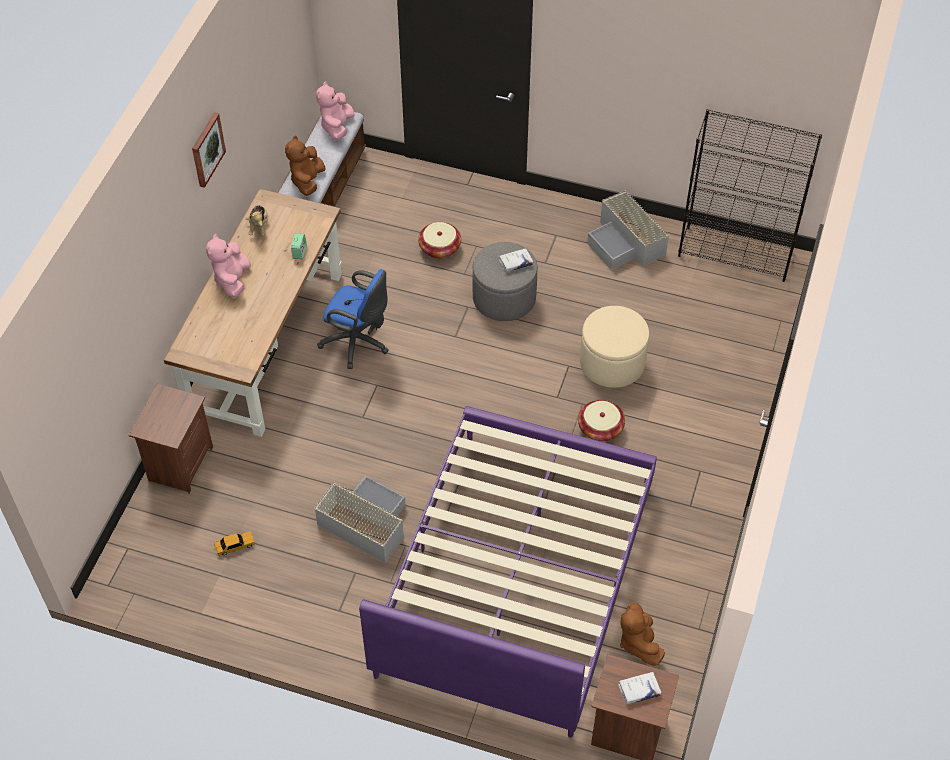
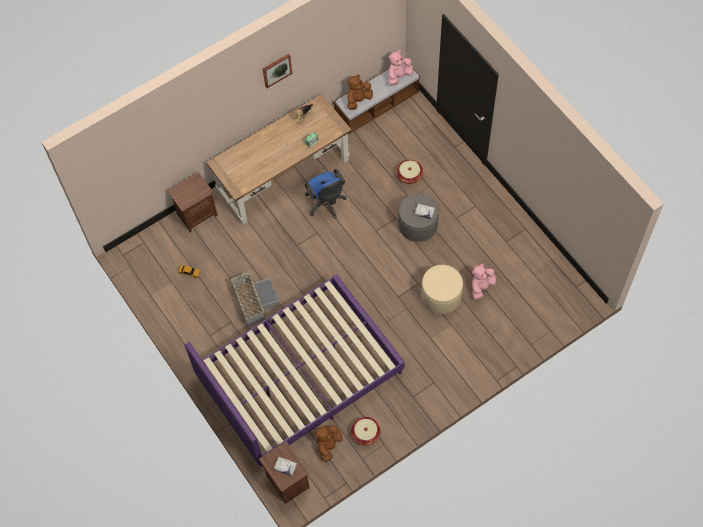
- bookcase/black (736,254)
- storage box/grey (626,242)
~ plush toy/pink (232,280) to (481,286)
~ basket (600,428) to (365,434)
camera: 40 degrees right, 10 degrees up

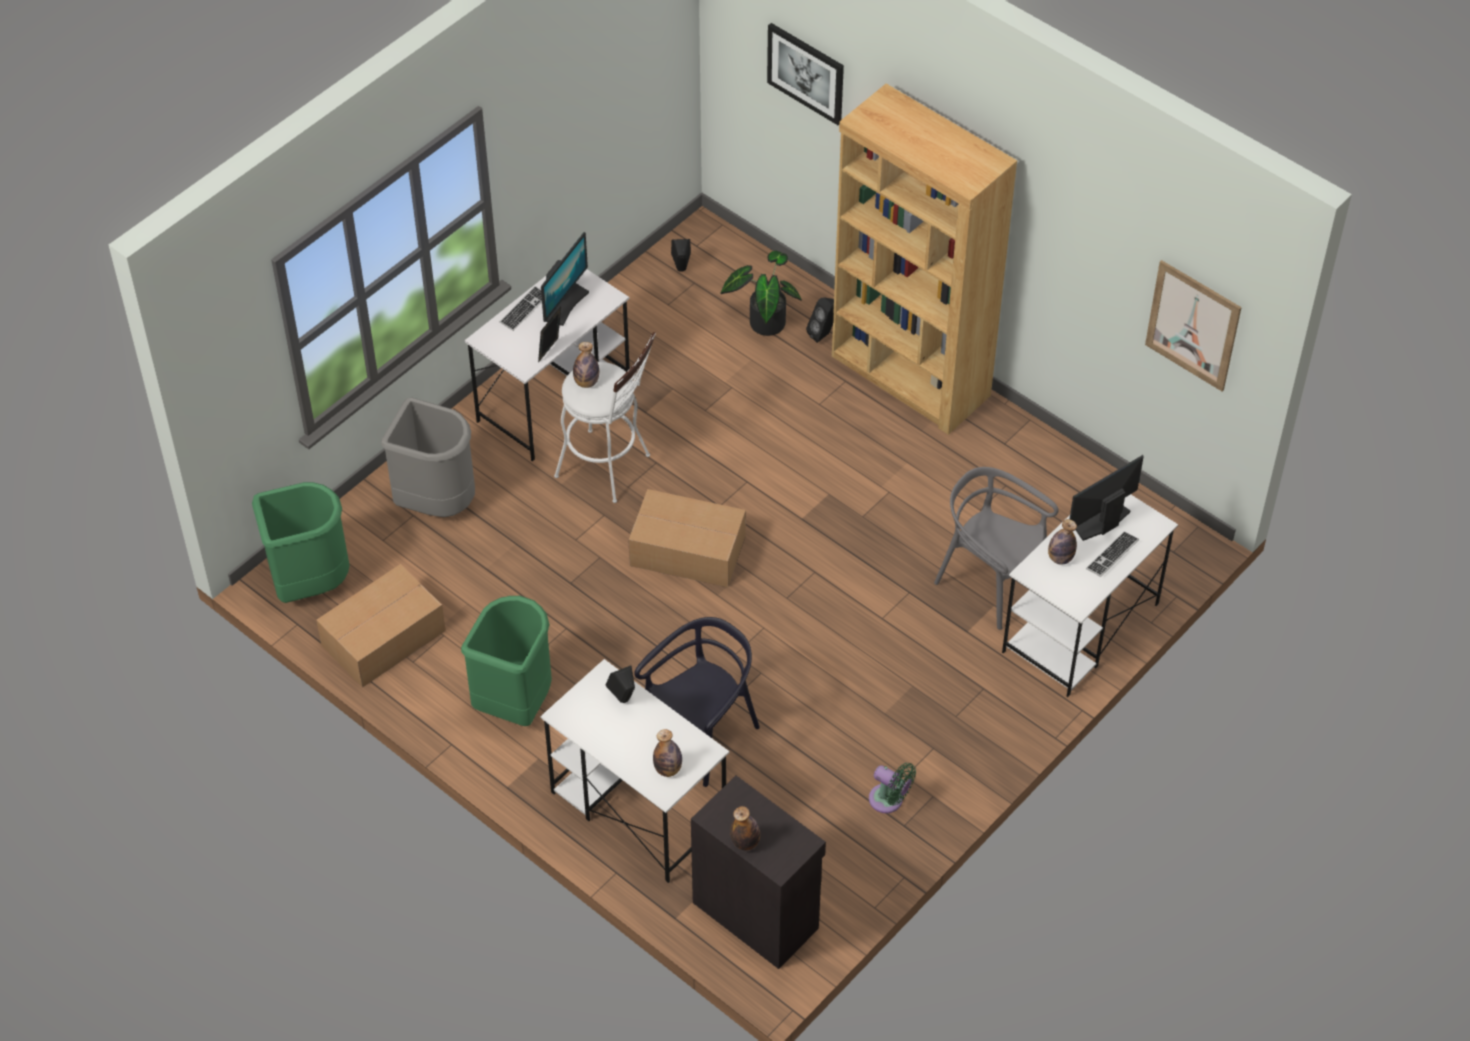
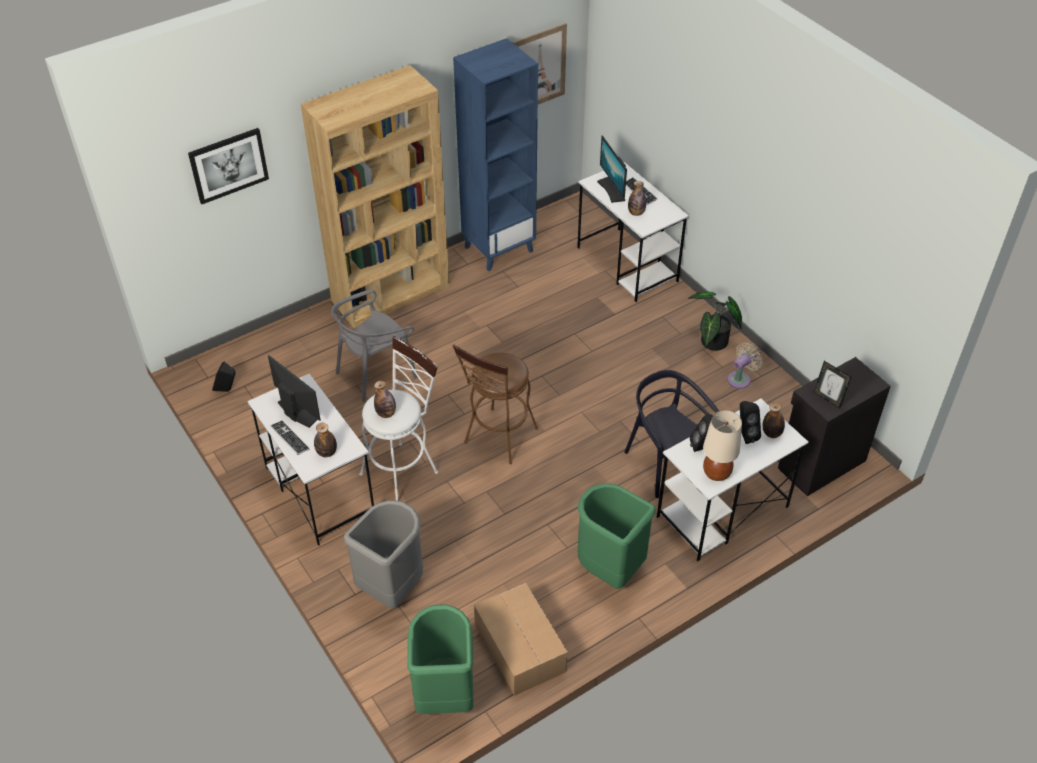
~ potted plant (764,321) to (711,343)
~ speaker/black (824,334) to (745,434)
~ picture frame (550,351) to (828,399)
~ chair/grey (990,582) to (376,373)
~ cardboard box (686,550) to stool/brown (498,440)
~ fan/green (889,801) to fan/beige (740,379)
~ bottle (745,842) to (327,452)
+ bookcase/blue (499,248)
+ table lamp/beige (716,473)
camera: 75 degrees left, 5 degrees down

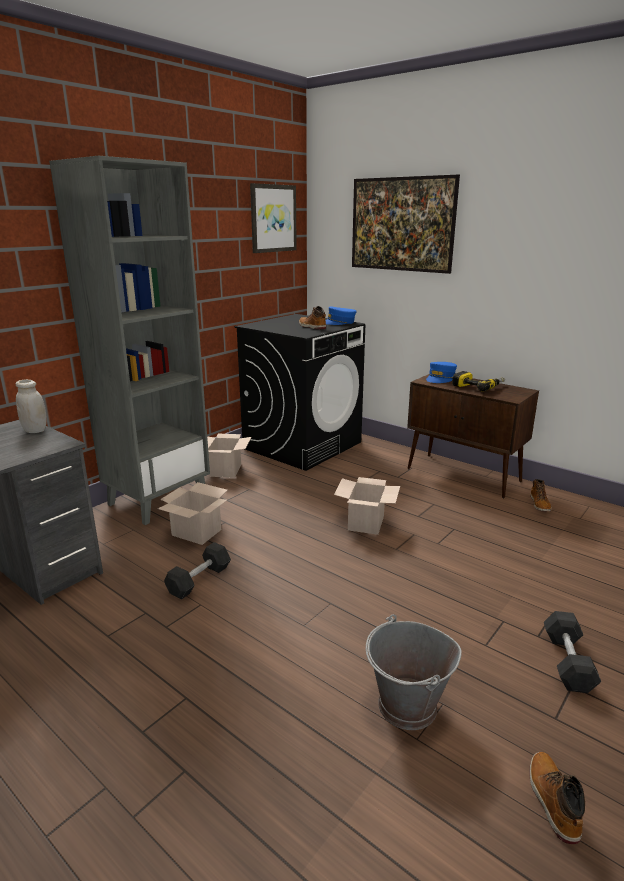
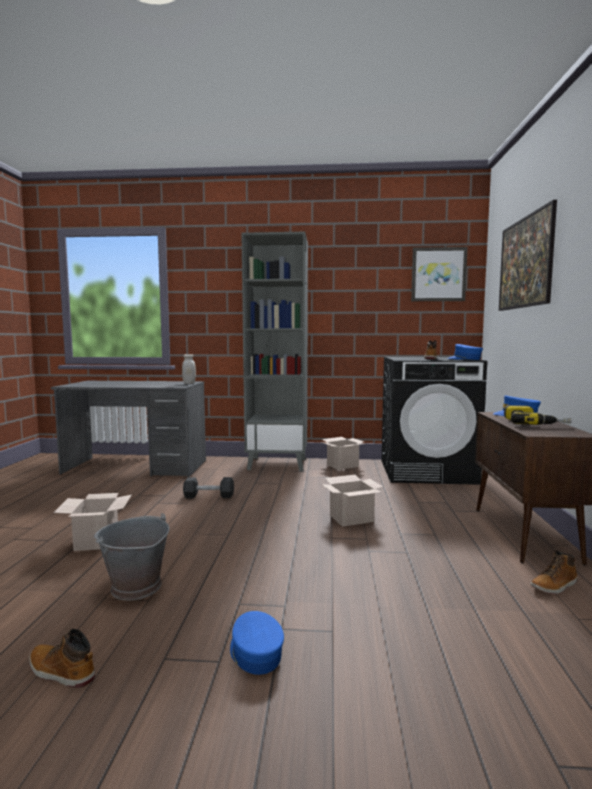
~ cardboard box (195,532) to (96,540)
~ dumbbell/black (567,662) to cap/blue (255,653)
~ boot (552,800) = (61,672) 120 degrees counterclockwise
camera: 55 degrees right, 15 degrees down

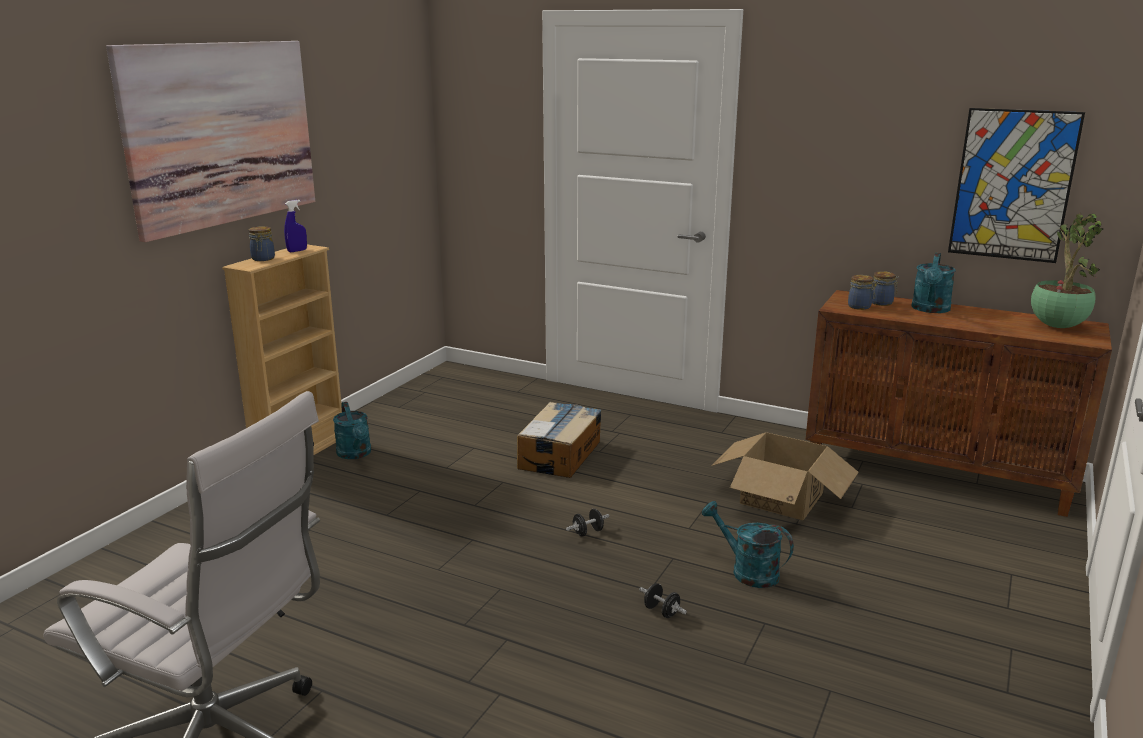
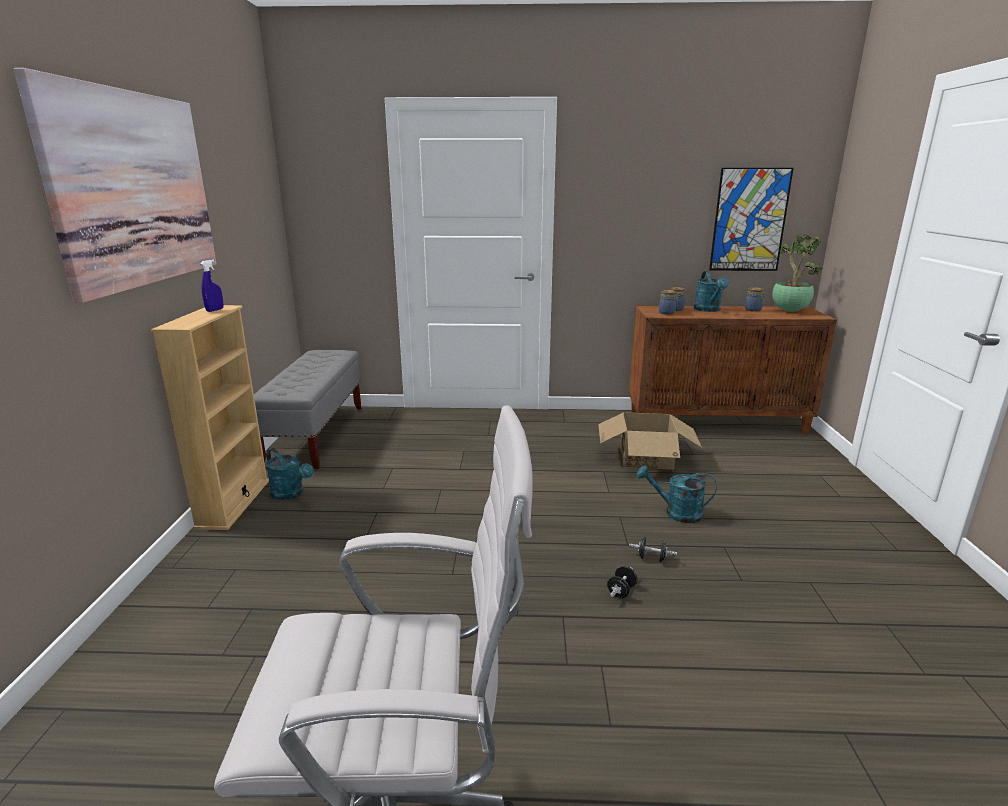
~ jar (263,259) to (753,310)
- cardboard box (560,454)
~ dumbbell/black (588,532) to (621,591)
+ bench/grey (315,435)
camera: 25 degrees left, 0 degrees up

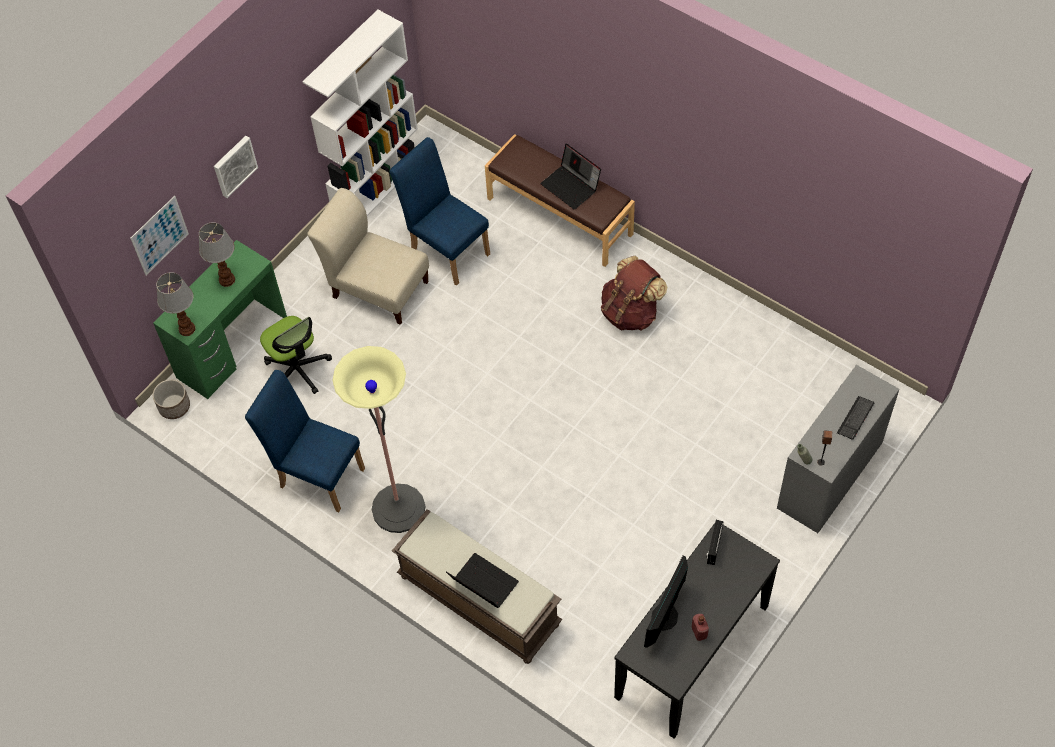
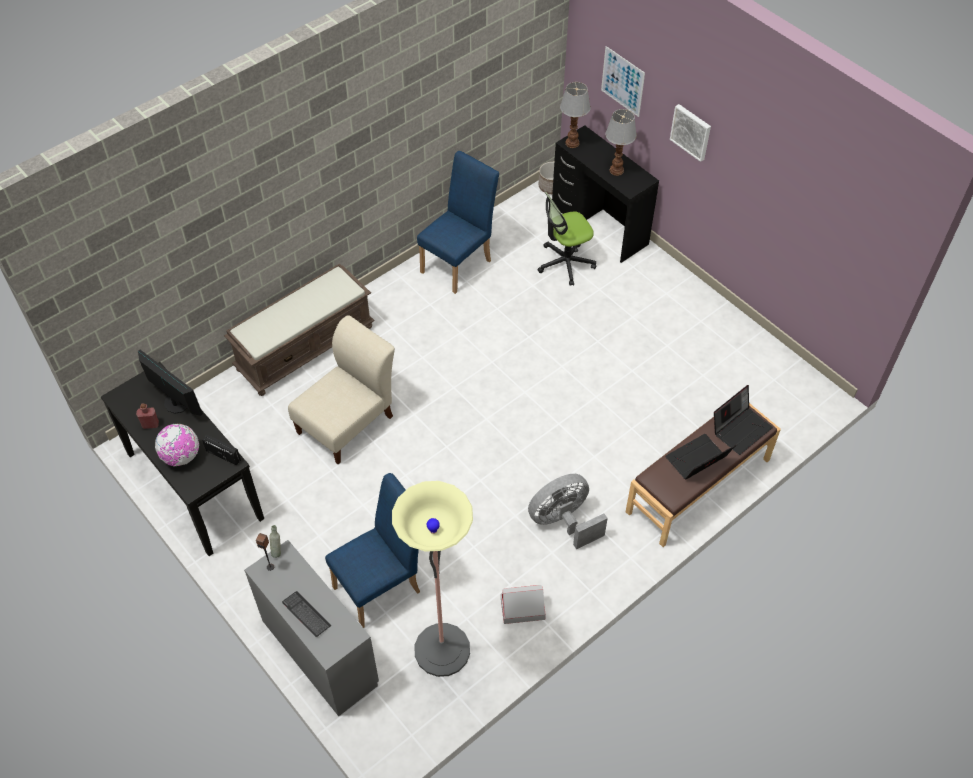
- bookcase/white (377,186)
~ chair/blue (446,249) to (382,586)
~ chair/beige (377,287) to (348,422)
~ desk/green (232,347) to desk/black (600,225)
~ backpack/brown (630,312) to fan/grey (563,521)
~ floor lamp (398,508) to (442,650)
~ laptop (482,584) to (740,428)
+ globe (181,456)
+ cardboard box (522,609)
camera: 100 degrees right, 5 degrees down

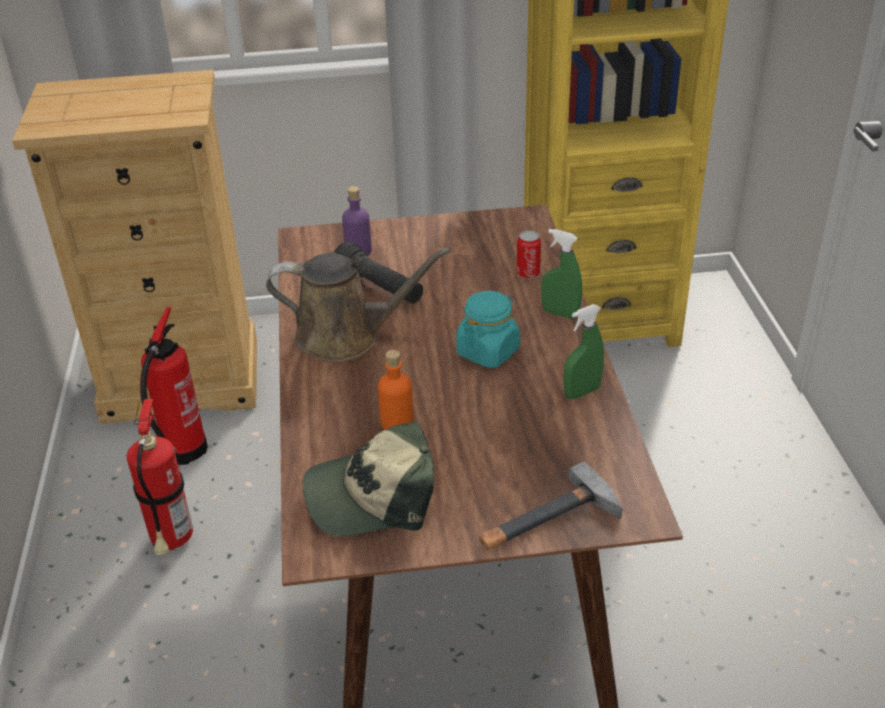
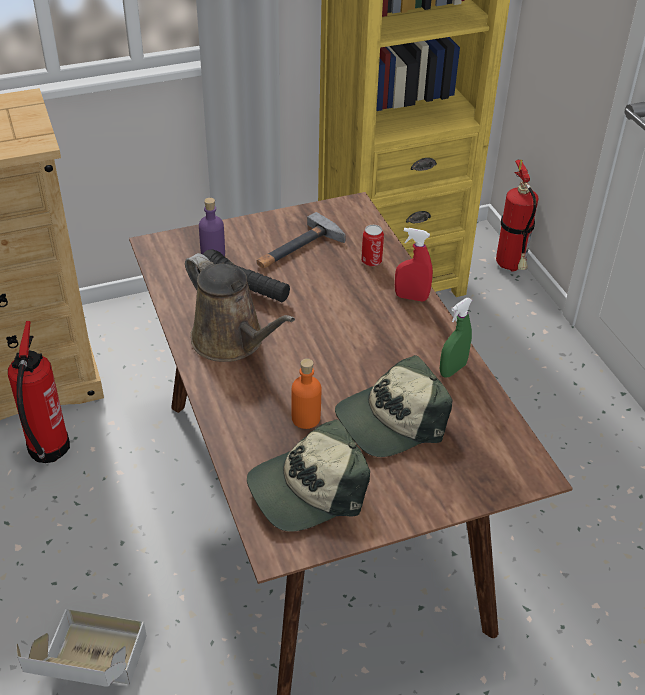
~ spray bottle/green (560,313) to spray bottle/red (411,297)
~ watering can/brown (346,337) = (232,341) 60 degrees clockwise
- jar/turquoise (488,352)
~ fire extinguisher (172,543) to (511,267)
~ hammer (547,521) to (298,249)
+ cap (391,421)
+ cardboard box (91,673)
camera: 15 degrees left, 5 degrees up

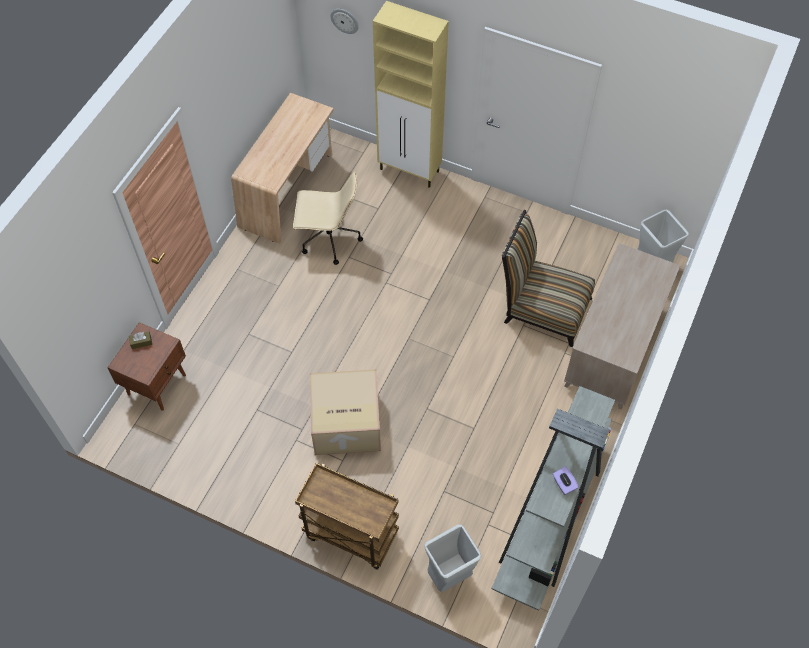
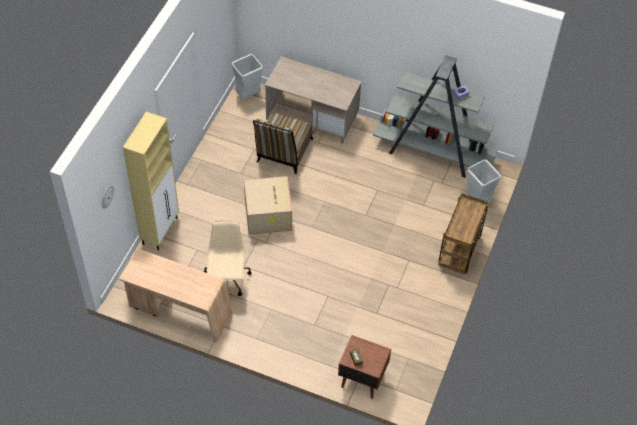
~ cardboard box (345,424) to (269,215)
camera: 95 degrees left, 5 degrees down

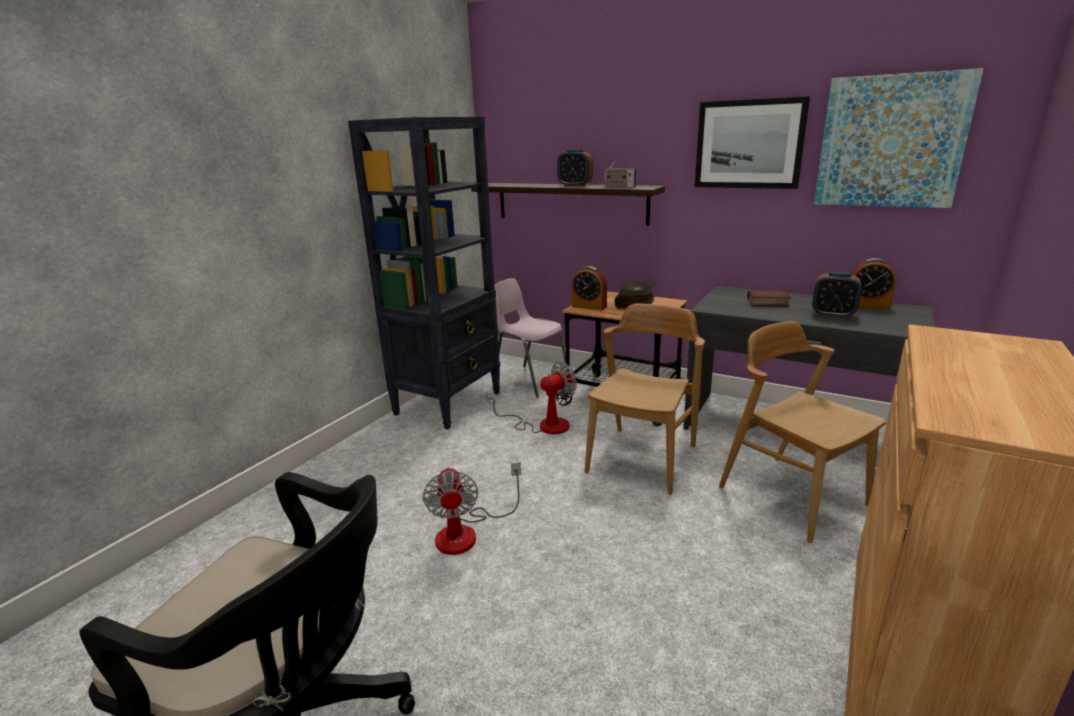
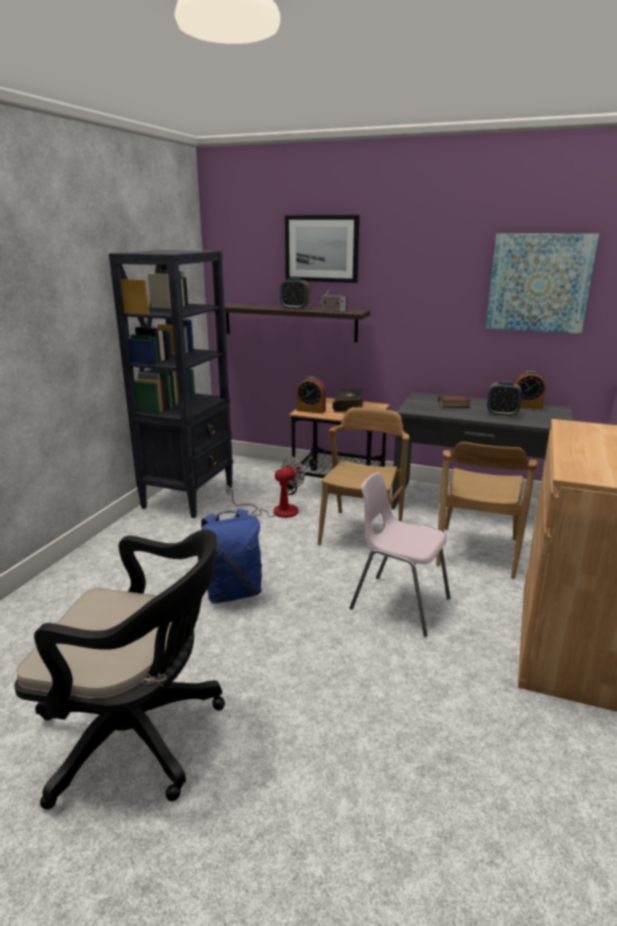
~ picture (749,144) to (321,249)
~ chair/pink (530,380) to (399,603)
~ chair/brown (791,496) = (476,552) 120 degrees counterclockwise
~ fan (467,532) to backpack/blue (233,593)
camera: 10 degrees left, 0 degrees up

